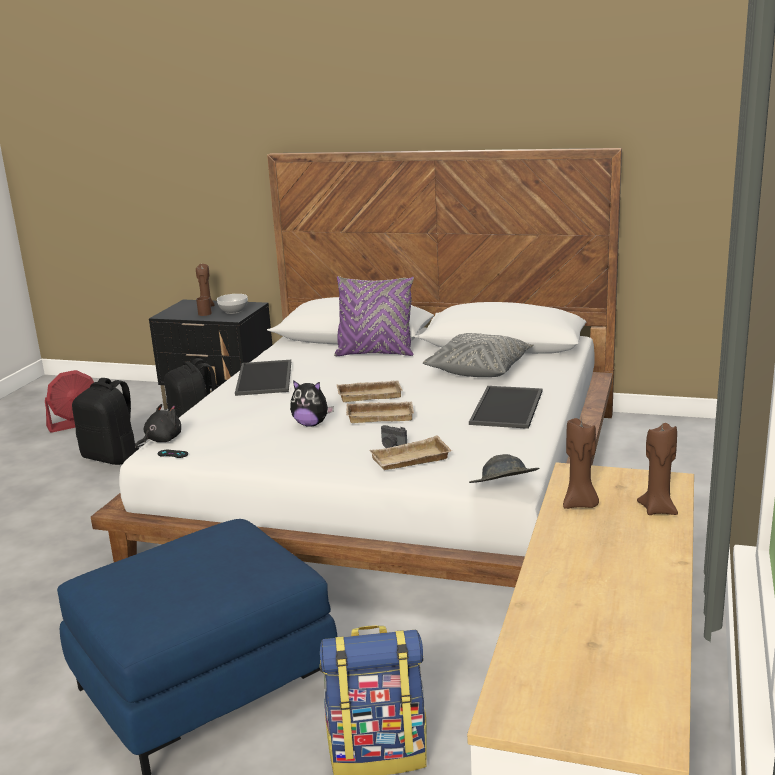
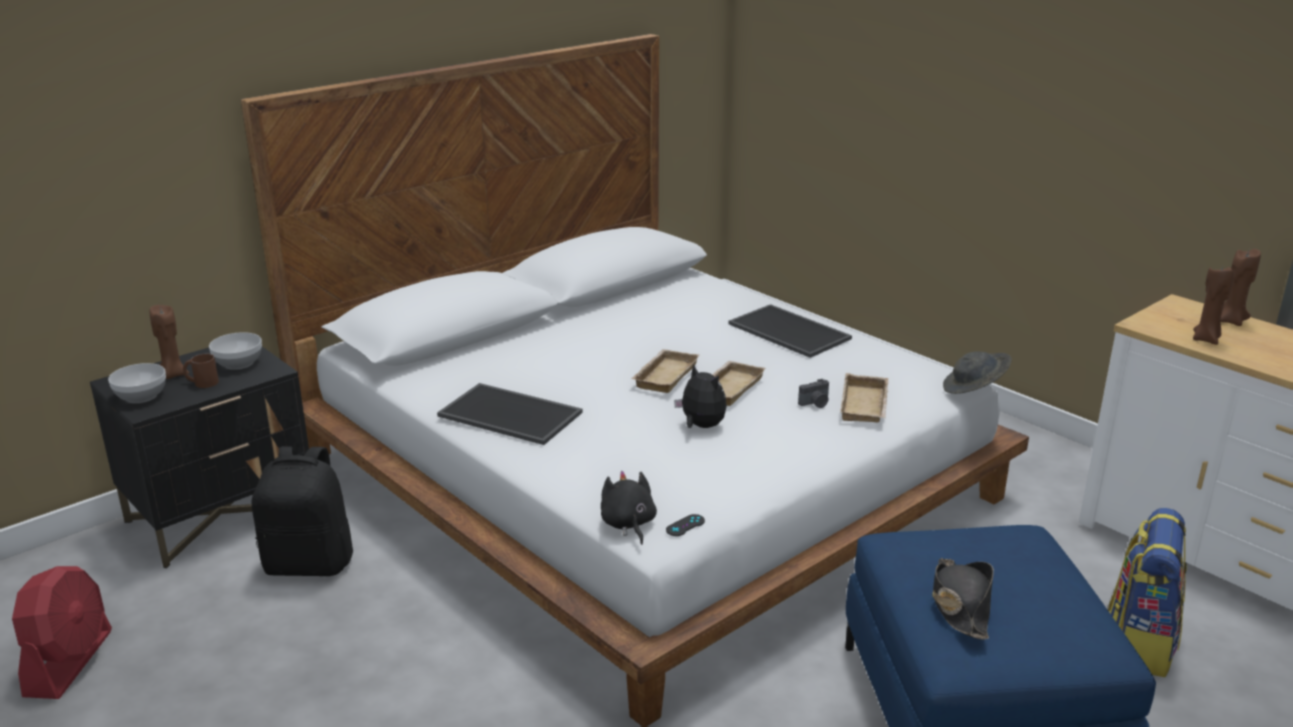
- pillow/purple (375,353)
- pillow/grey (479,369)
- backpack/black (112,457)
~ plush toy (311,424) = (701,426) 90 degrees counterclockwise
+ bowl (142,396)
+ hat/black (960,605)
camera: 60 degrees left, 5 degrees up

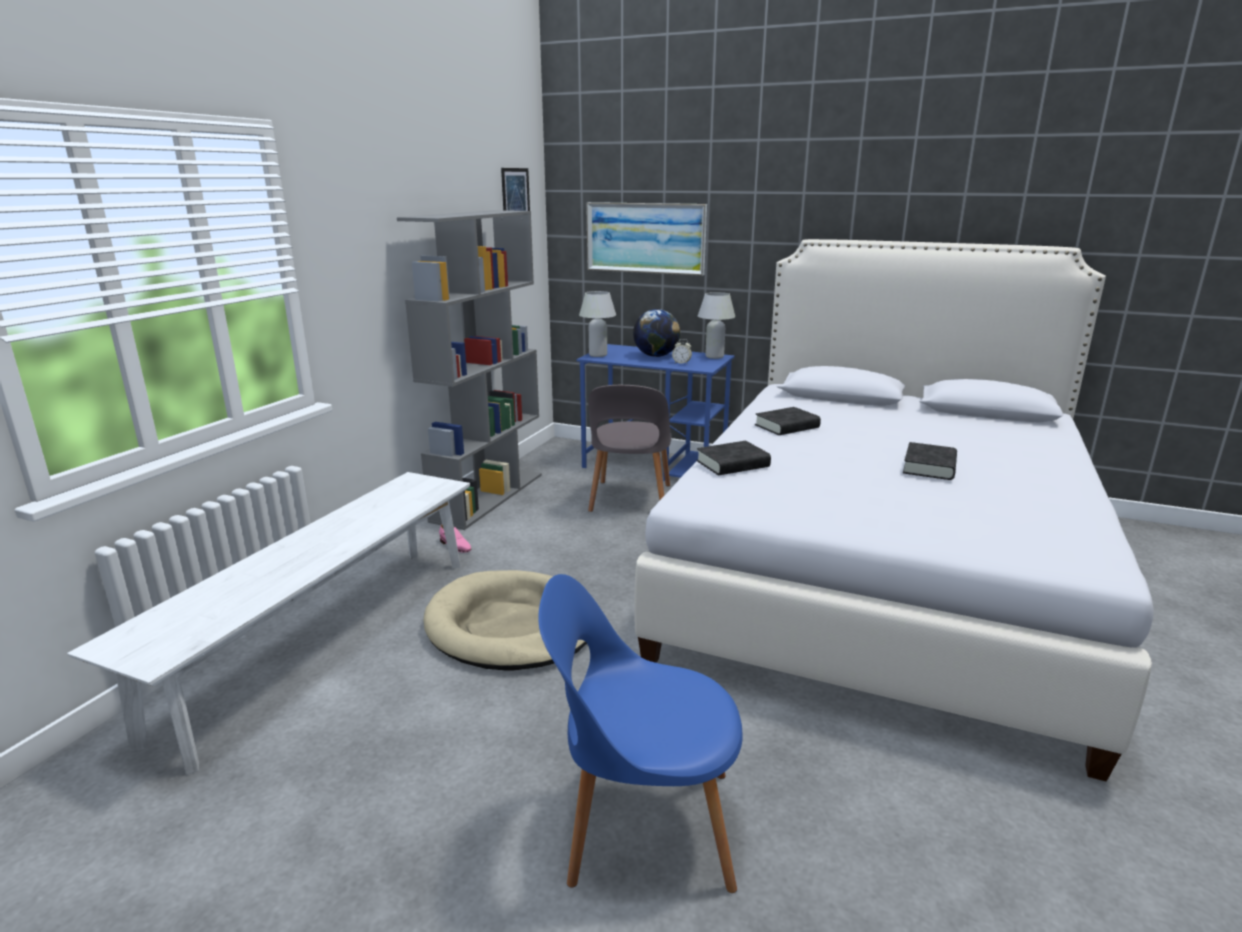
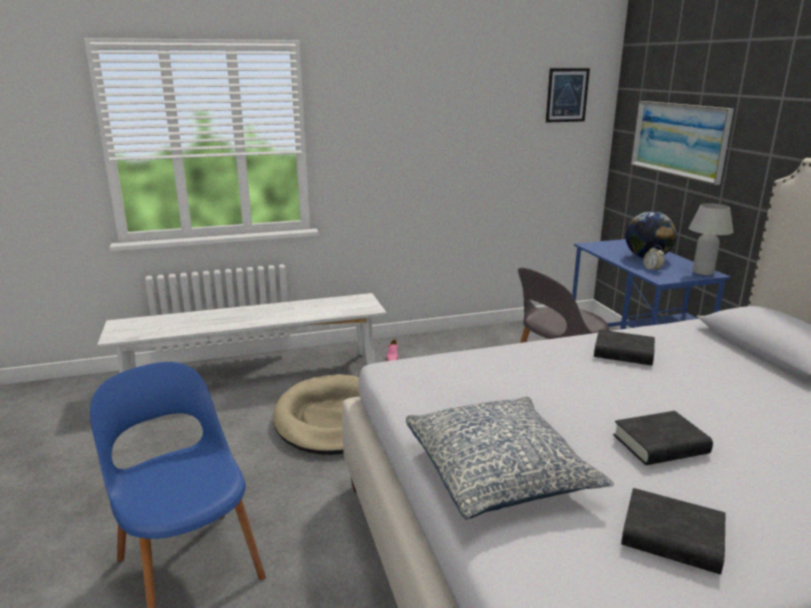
- bookcase/grey (488,496)
- table lamp/white (598,355)
~ book/black (732,464) to (672,538)
+ pillow (499,472)
camera: 50 degrees right, 0 degrees up

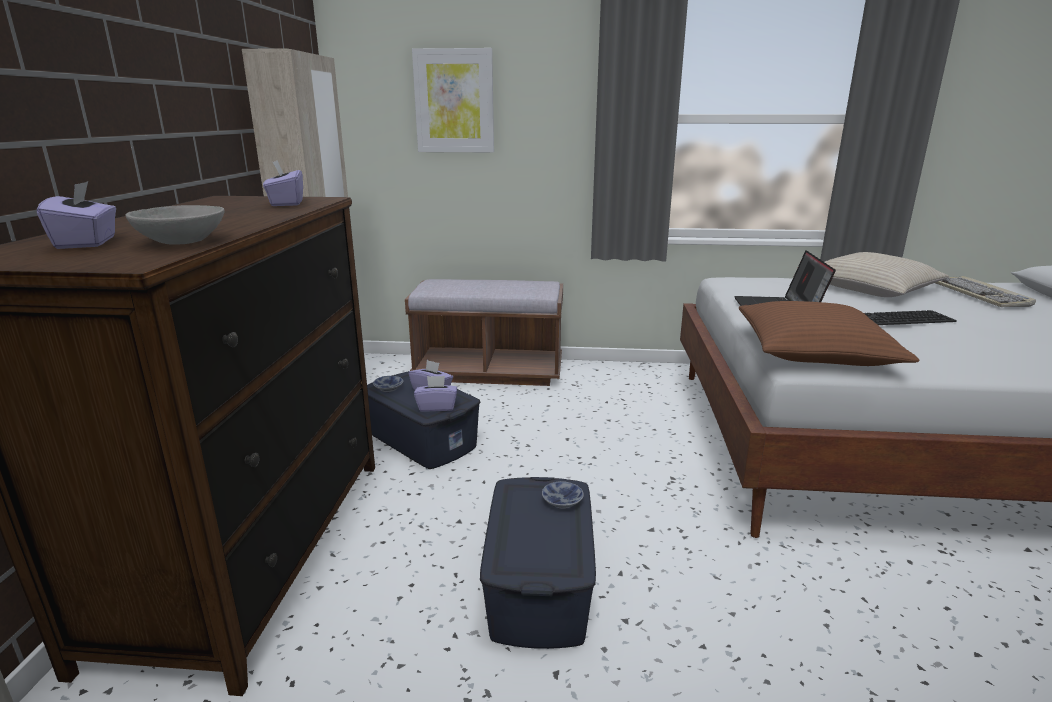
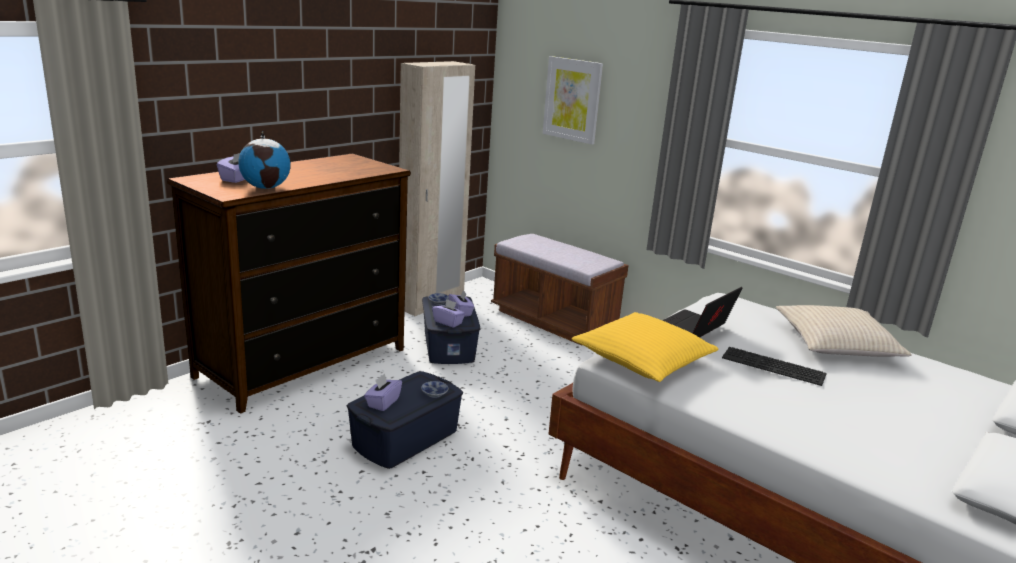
~ tissue box/purple (286,203) to (383,402)
~ bowl/grey (182,242) to globe (266,187)
- keyboard (979,295)
~ pillow/brown (814,351) to pillow/yellow (643,359)
camera: 35 degrees right, 0 degrees up

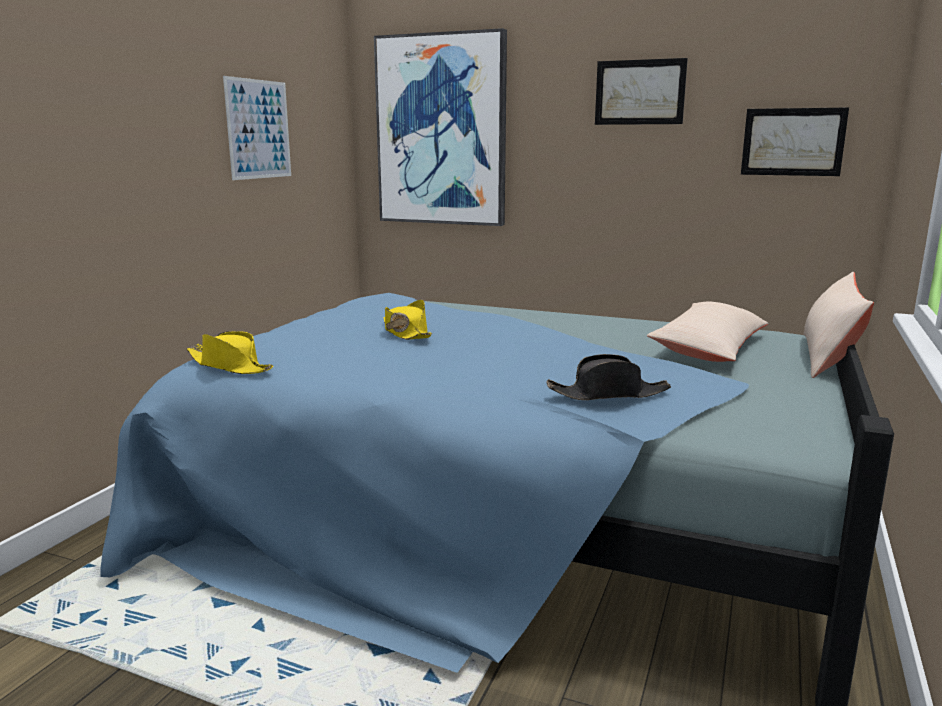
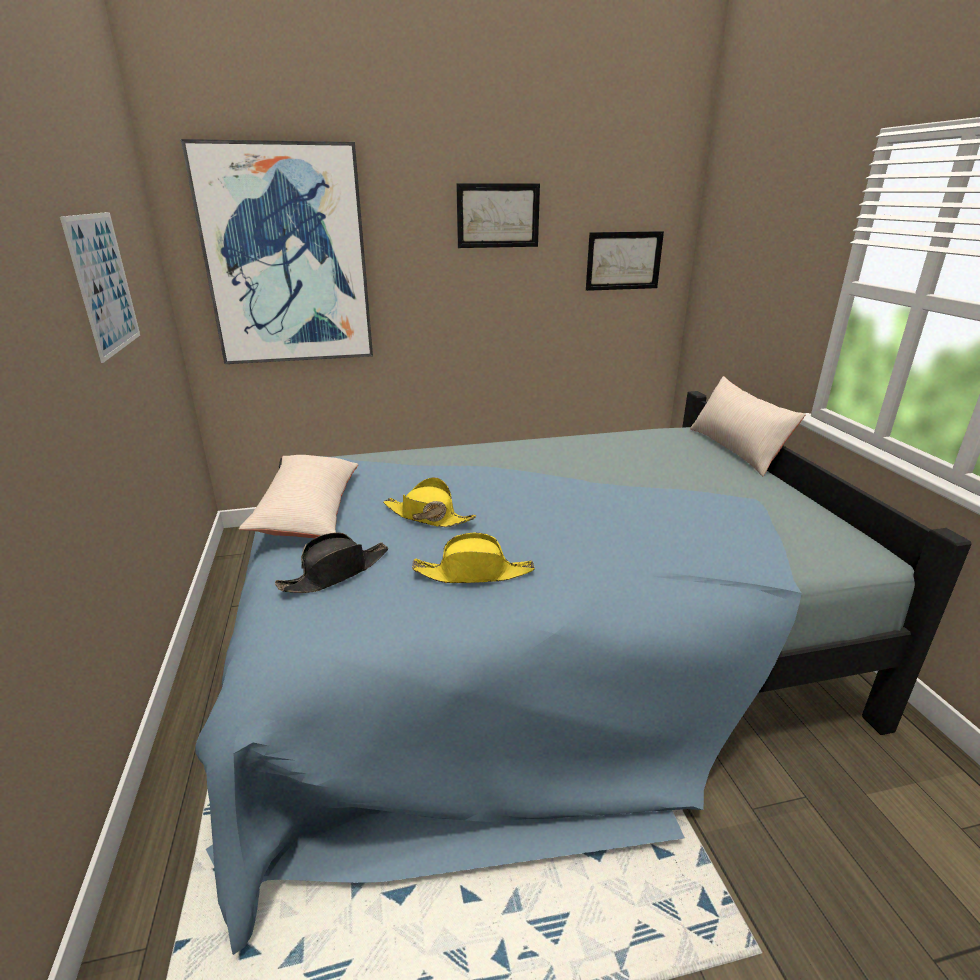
~ pillow/beige (709,348) to (308,510)
~ hat/yellow (230,366) to (474,573)
~ hat/black (608,394) to (336,573)
camera: 35 degrees left, 10 degrees up

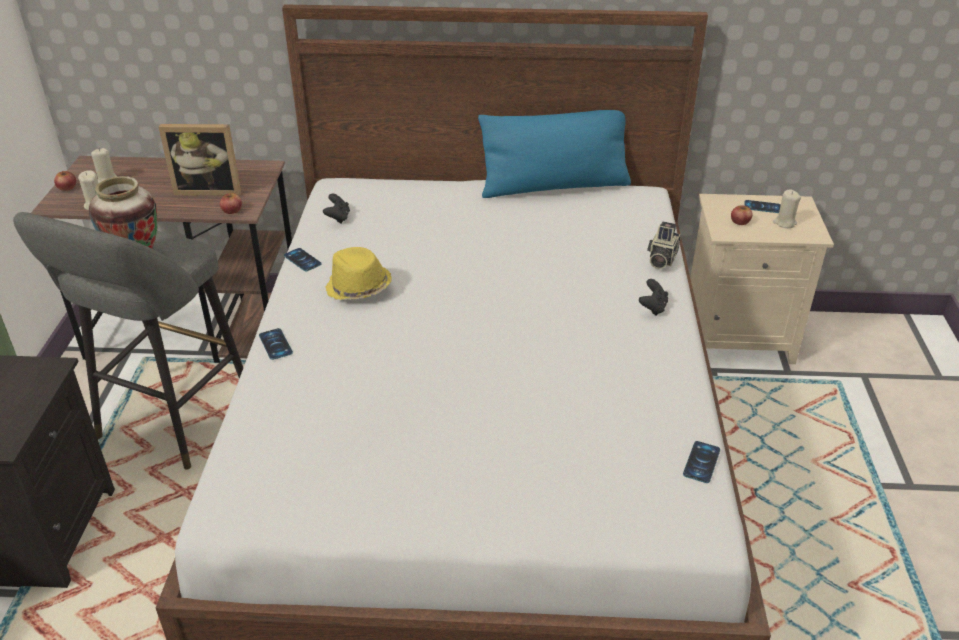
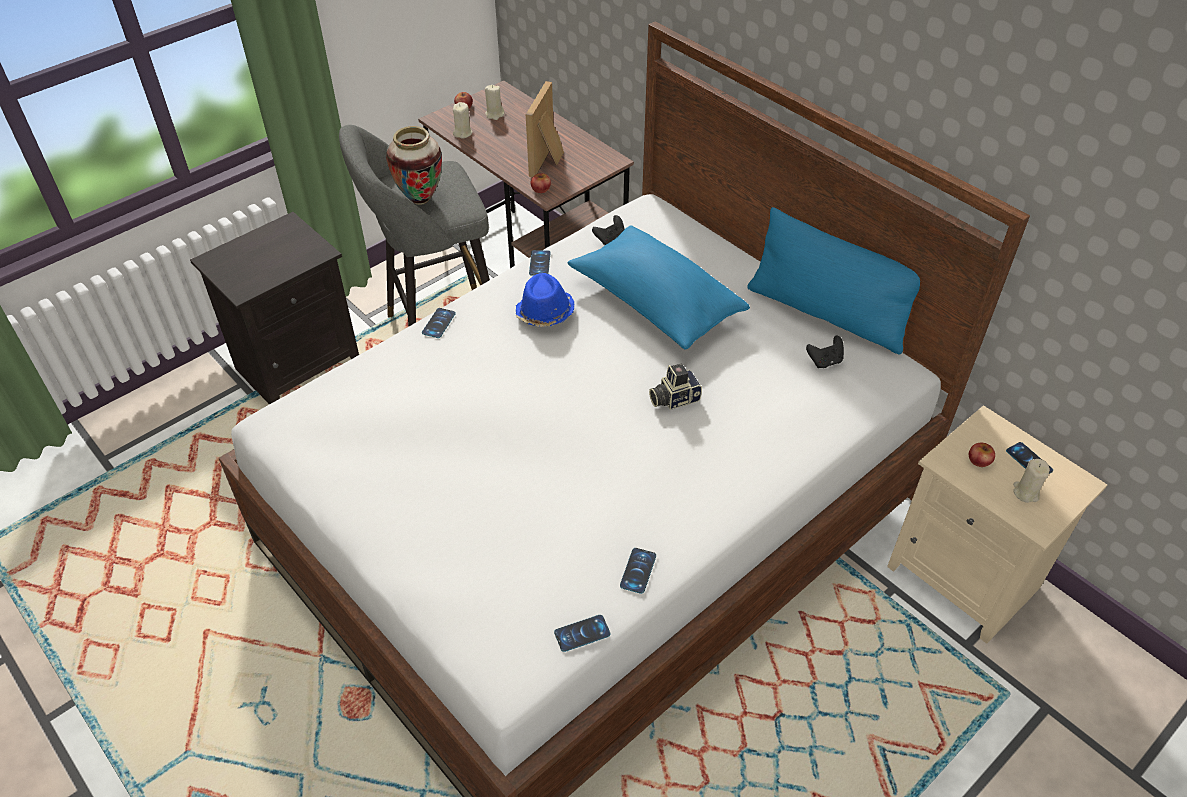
~ picture frame (209,189) = (548,160) 60 degrees clockwise
~ photo camera (661,259) to (673,398)
~ hat/yellow (358,288) to hat/blue (544,313)
~ game controller/black (653,308) to (824,361)
+ pillow/blue (655,303)
+ phone (638,571)
camera: 45 degrees right, 10 degrees up

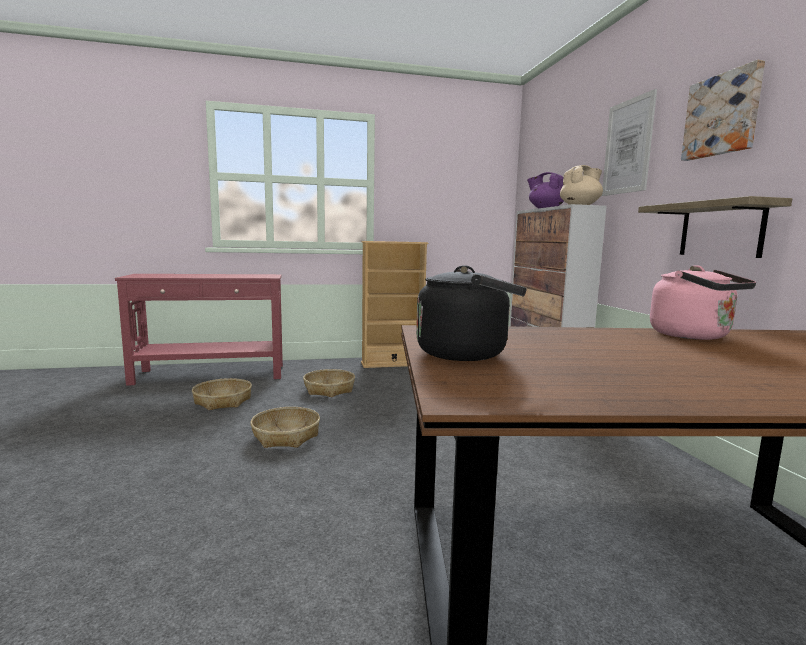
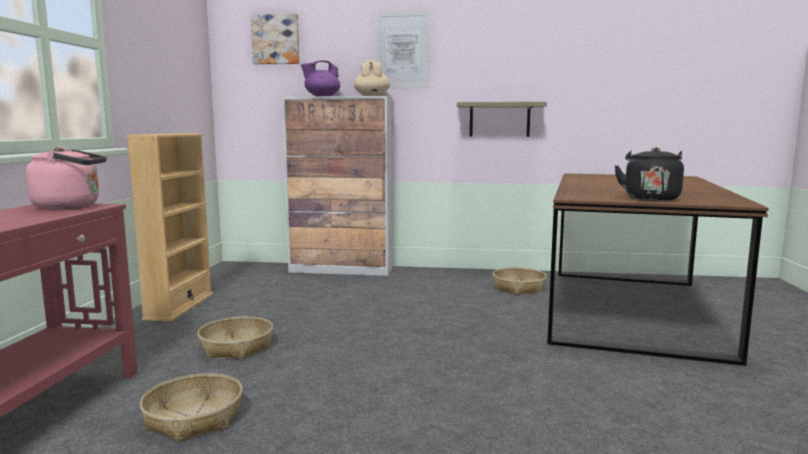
~ picture (723,115) to (276,39)
~ kettle/pink (694,336) to (71,206)
~ basket (286,436) to (518,288)
camera: 70 degrees left, 0 degrees up

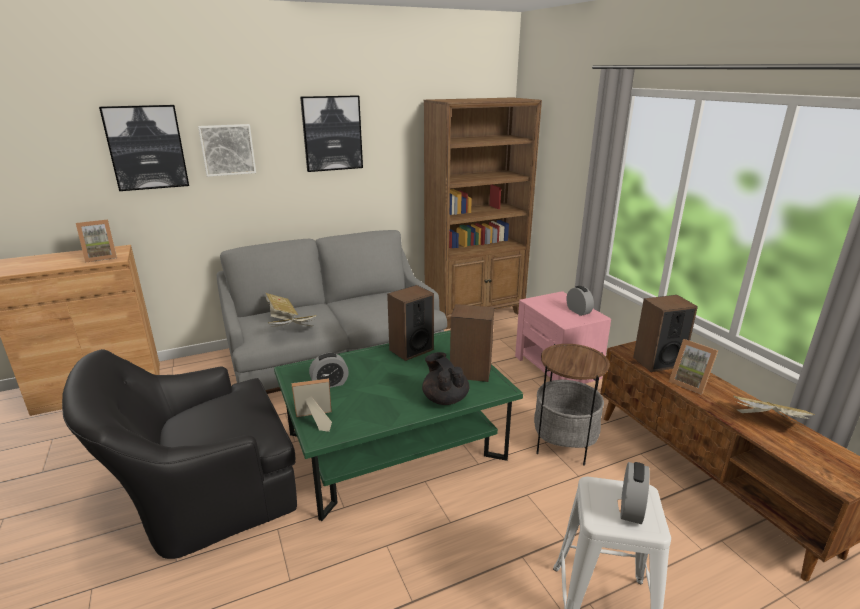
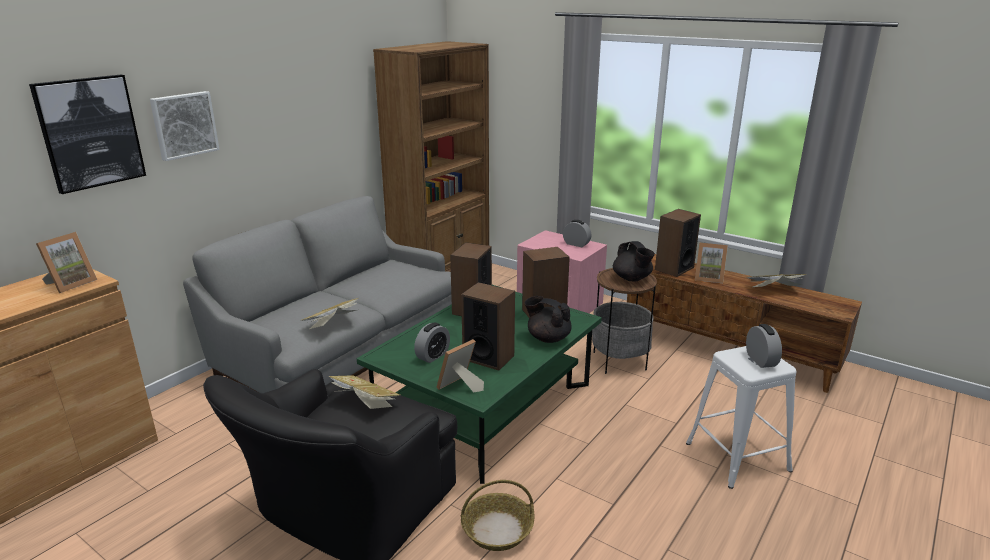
- picture (332,133)
~ book (281,316) to (364,403)
+ teapot/black (632,279)
+ speaker (488,357)
+ basket (497,529)
camera: 30 degrees left, 0 degrees up

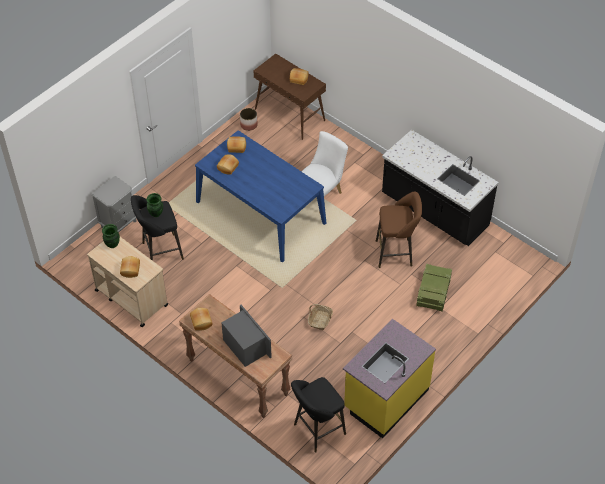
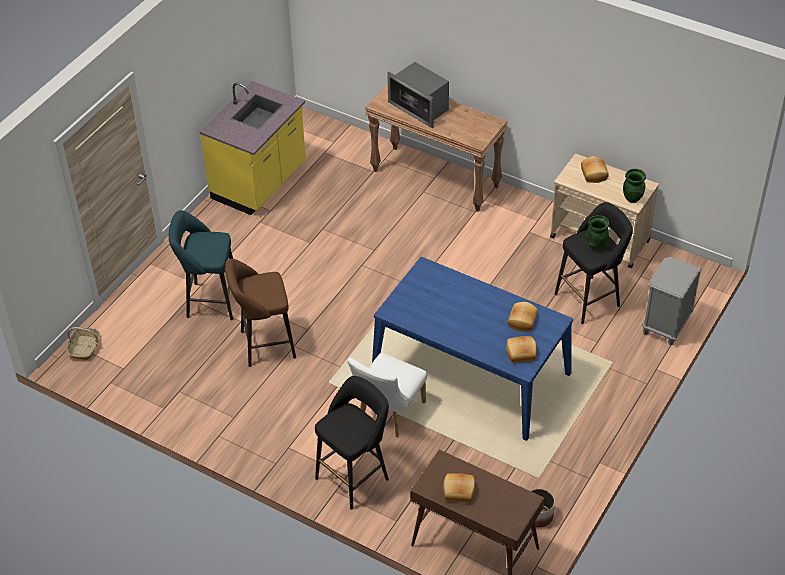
- counter/black (434,211)
~ crate (433,293) to stool/turquoise (209,301)
~ basket (320,320) to (84,348)
- bread (202,321)
~ stool/black (317,430) to (355,476)
camera: 170 degrees right, 5 degrees down

